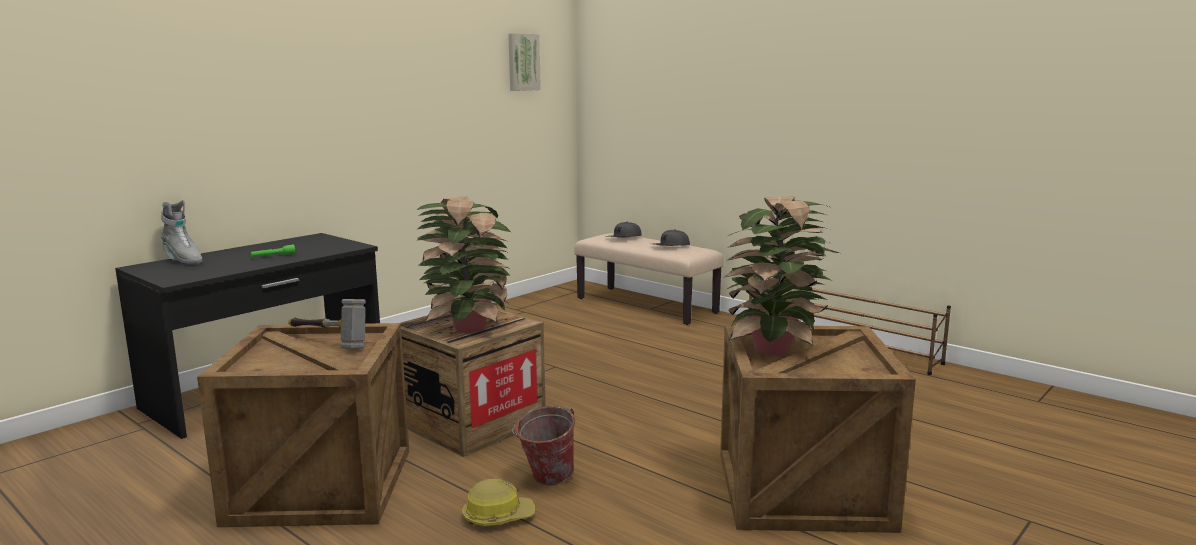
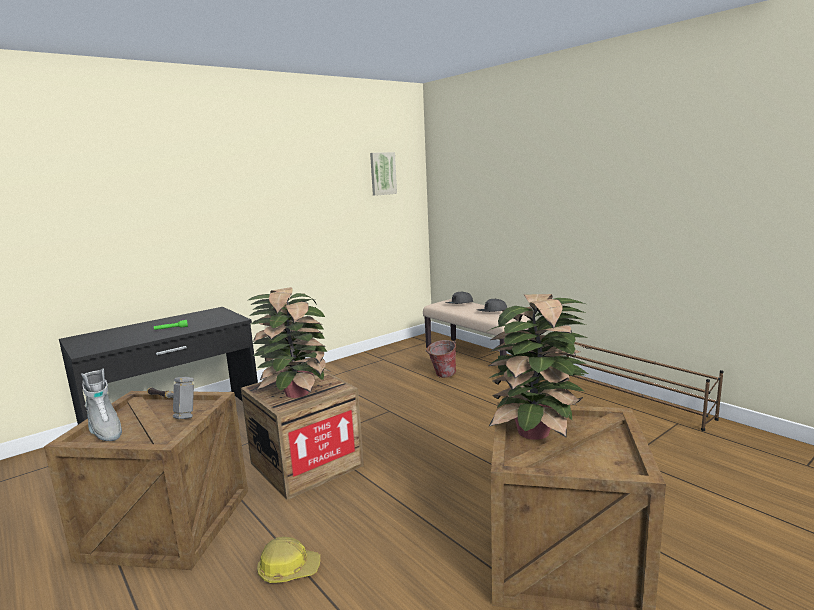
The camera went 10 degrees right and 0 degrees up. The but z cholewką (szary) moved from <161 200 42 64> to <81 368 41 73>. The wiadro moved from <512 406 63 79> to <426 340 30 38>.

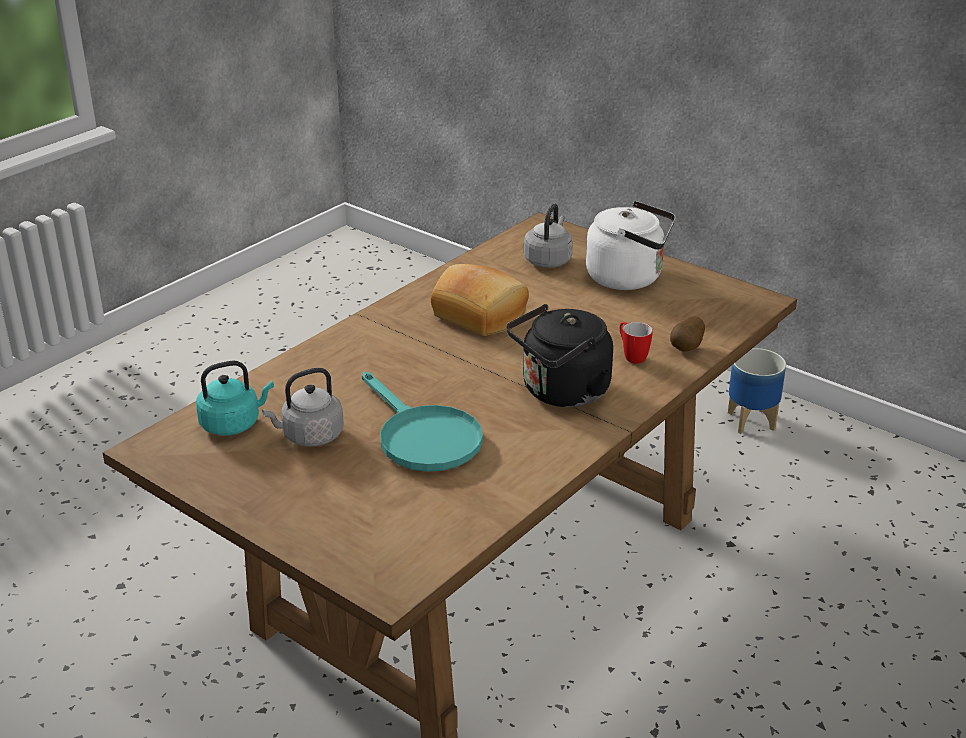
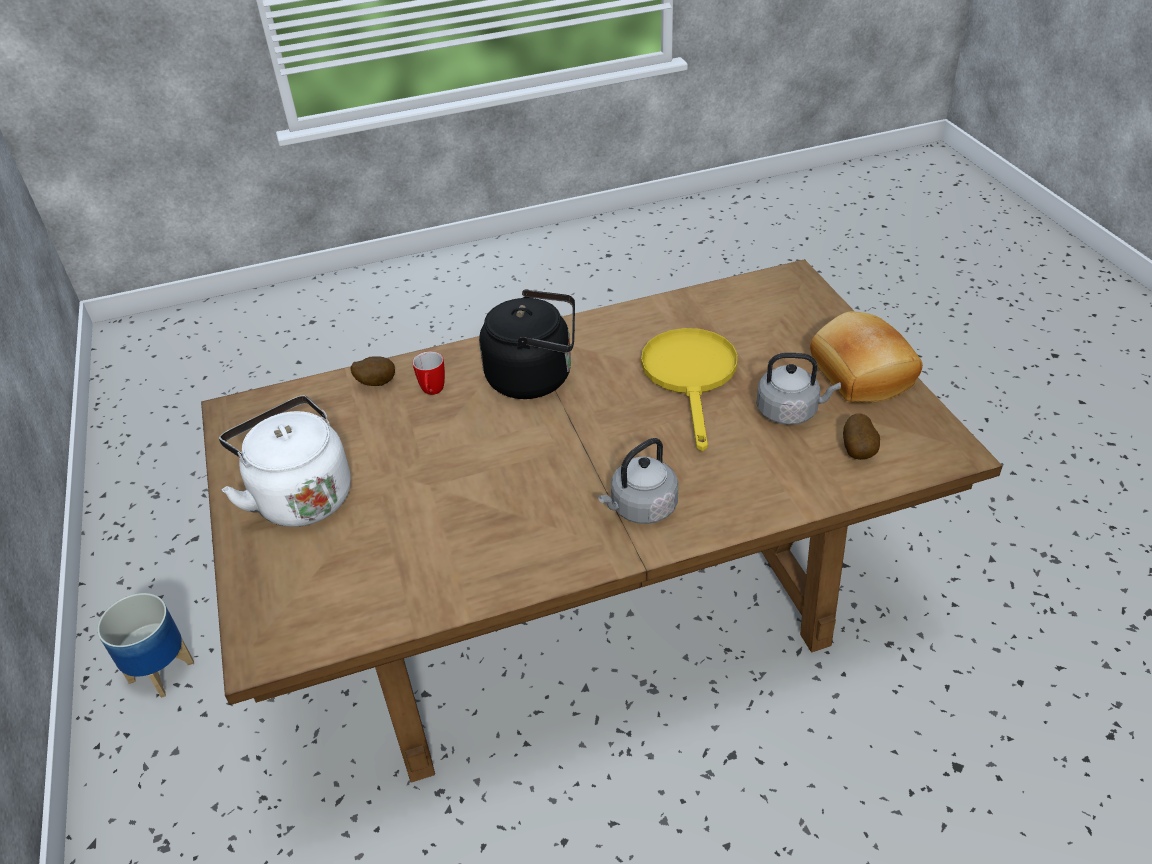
The camera went 145 degrees left and 10 degrees up. The chleb moved from <431 264 98 72> to <810 311 113 92>. The czajnik (szary) moved from <524 203 49 65> to <598 438 80 86>. The czajnik (turkusowy) at <196 361 78 75> was replaced by the ziemniak at <843 413 37 47>. The patelnia (turkusowy) at <362 371 121 101> became the patelnia (żółty) at <641 328 96 123>.

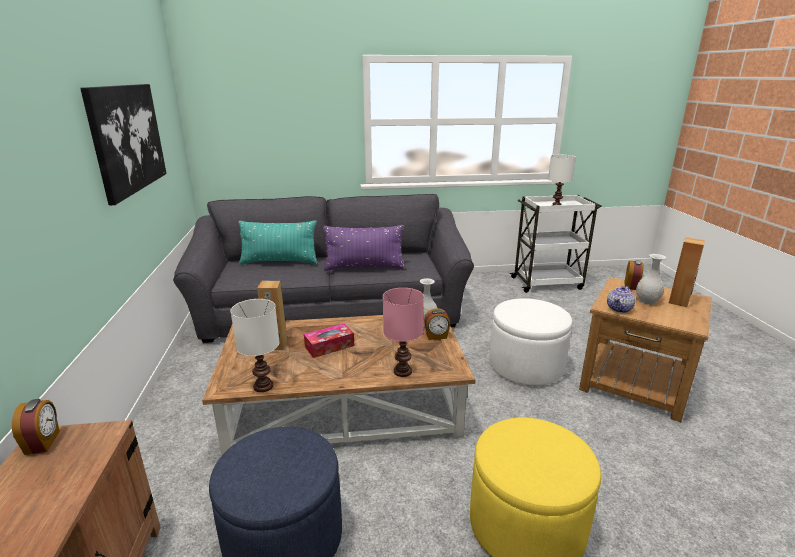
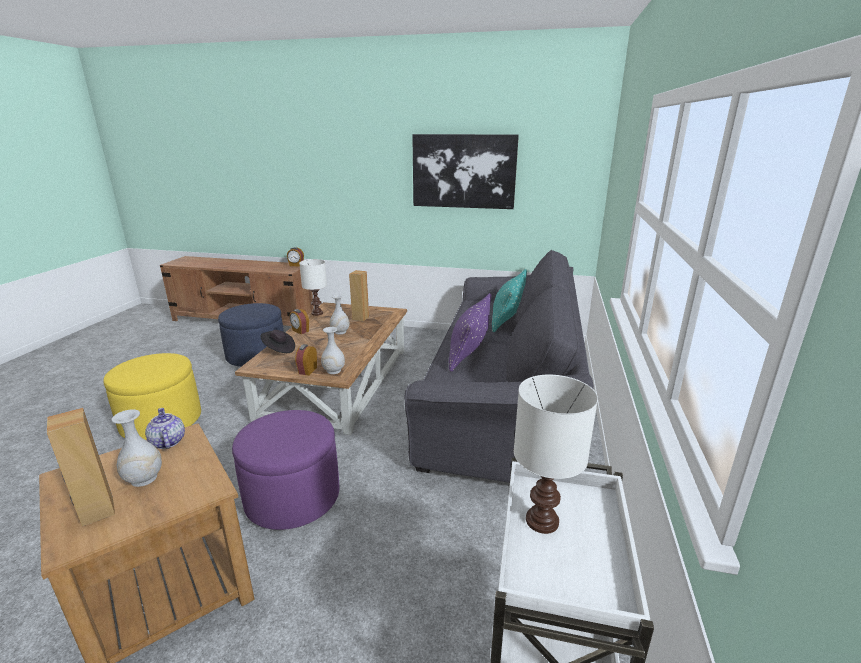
The camera went 110 degrees right and 0 degrees up. The budzik moved from <624 260 19 30> to <290 309 19 25>. The pudełko chusteczek at <304 324 50 34> was replaced by the wazon (biały) at <330 294 20 40>. The lampa stołowa (różowy) at <383 288 41 89> was replaced by the kapelusz (czarny) at <260 330 35 23>. The pufa (biały) at <489 298 83 87> became the pufa (fioletowy) at <232 410 107 120>.

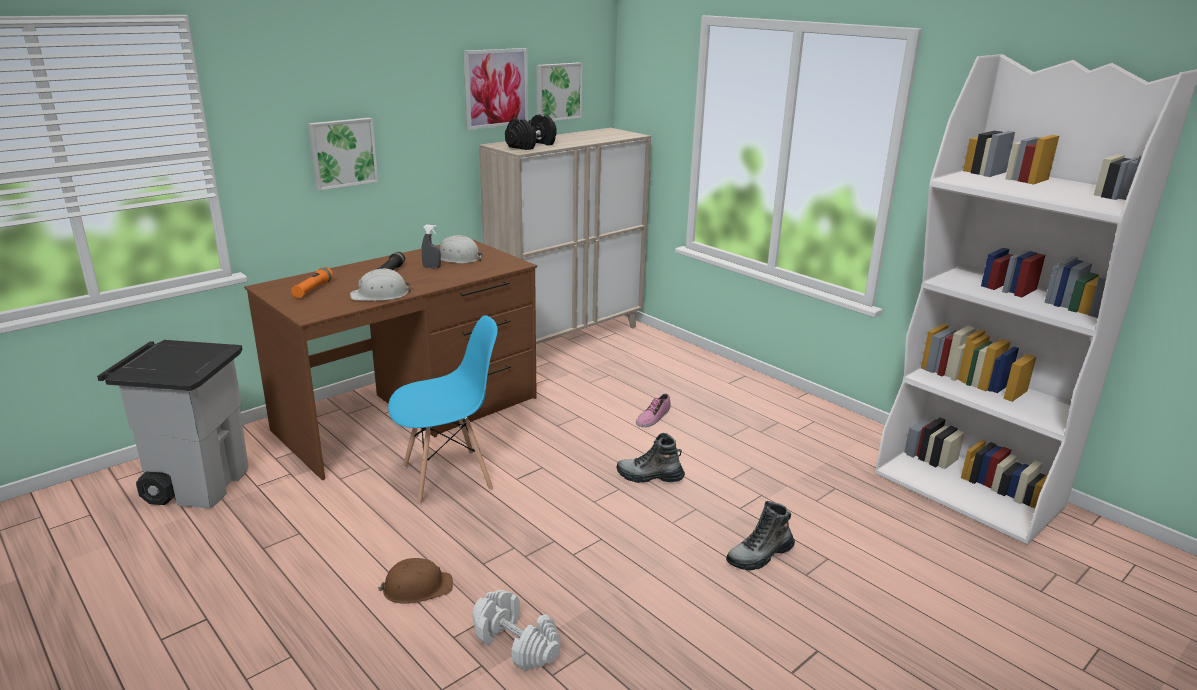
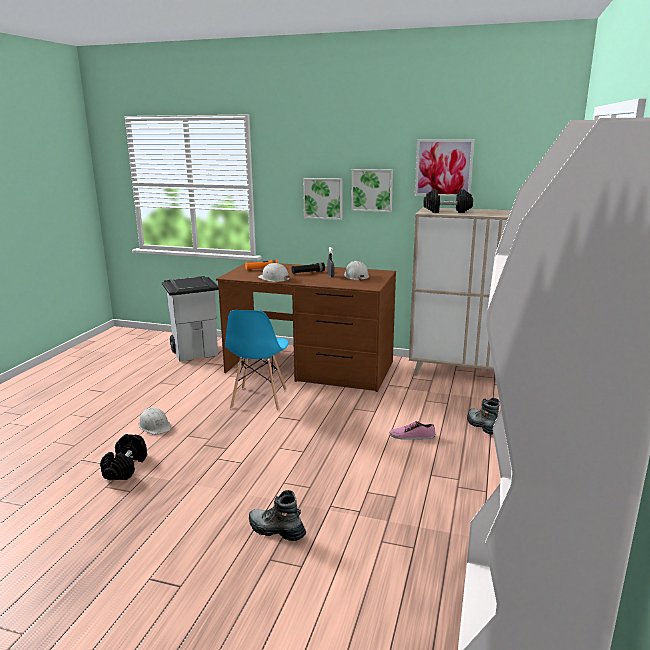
The camera went 60 degrees right and 5 degrees down. The obraz moved from <537 63 46 58> to <351 169 42 43>. The but z cholewką moved from <617 433 68 50> to <467 398 33 37>. The kask (brązowy) at <378 558 75 46> became the kask (biały) at <138 407 33 28>. The hantel (biały) at <472 590 89 81> became the hantel (czarny) at <100 434 47 46>. The krzesło (niebieski) at <388 315 110 190> turned 60 degrees clockwise.

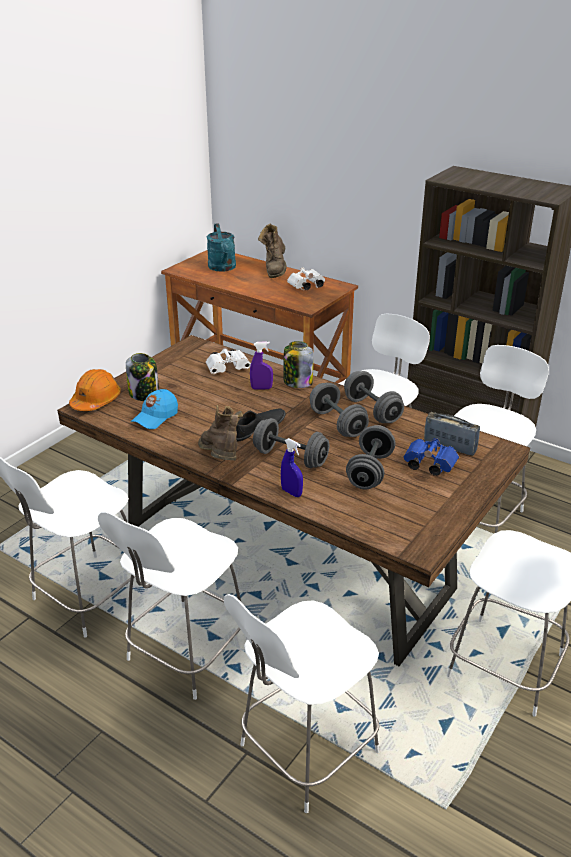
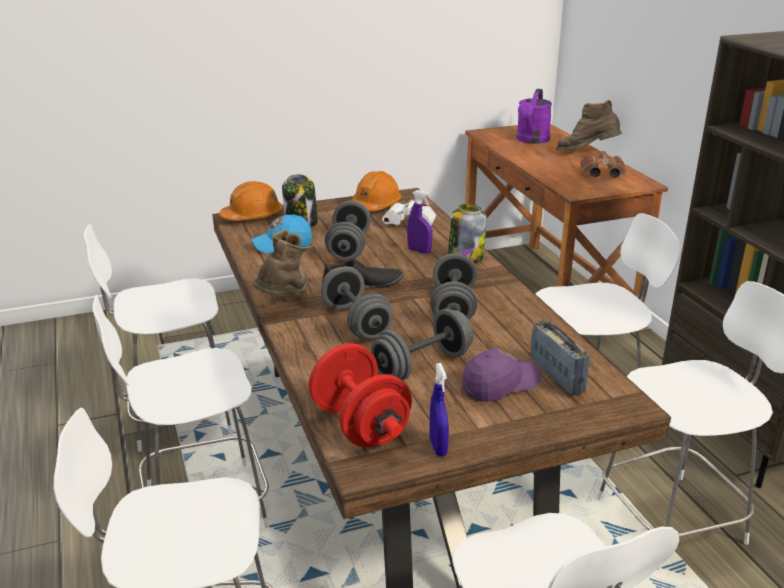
The camera went 35 degrees right and 5 degrees down. The hantel (czerwony) at <309 343 103 104> appeared. The kask (pomarańczowy) at <350 171 52 40> appeared. The spryskiwacz (niebieski) moved from <281 438 22 59> to <429 363 20 93>. The hantel (szary) moved from <344 371 60 52> to <325 201 46 59>. The lornetka (niebieski) at <404 438 55 38> was replaced by the czapka z daszkiem (fioletowy) at <462 349 79 53>. The konewka (turkusowy) at <206 223 30 49> became the konewka (fioletowy) at <516 89 36 55>. The lornetka (biały) at <287 268 38 22> became the lornetka (brązowy) at <580 151 46 28>. The but z cholewką (brązowy) at <258 224 28 54> turned 60 degrees clockwise.

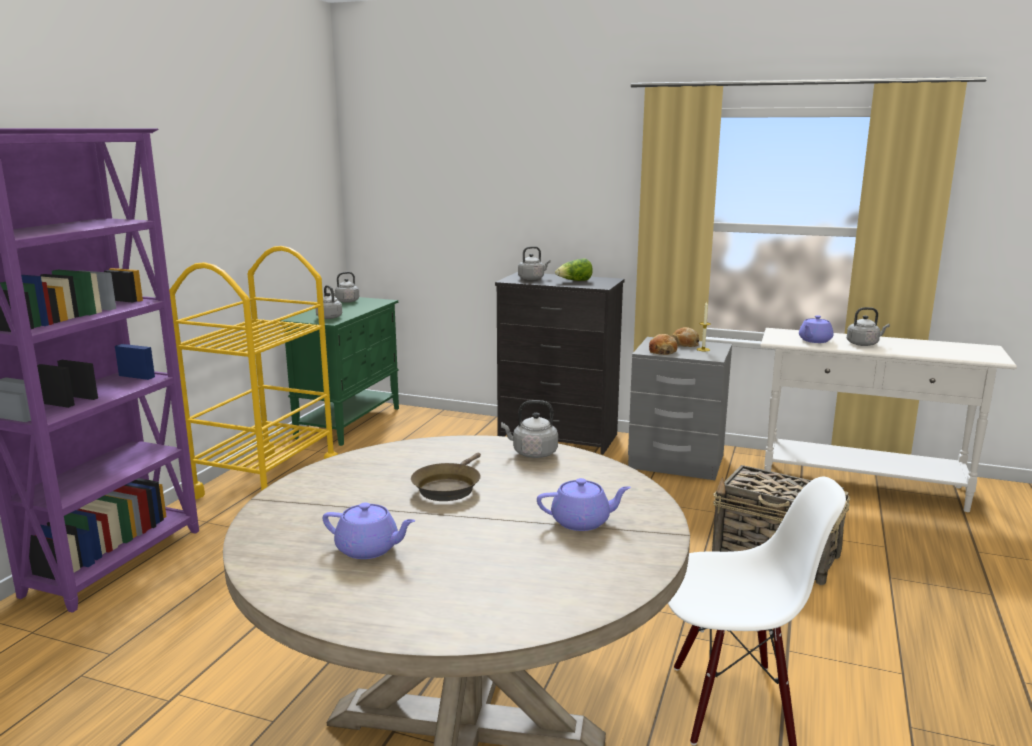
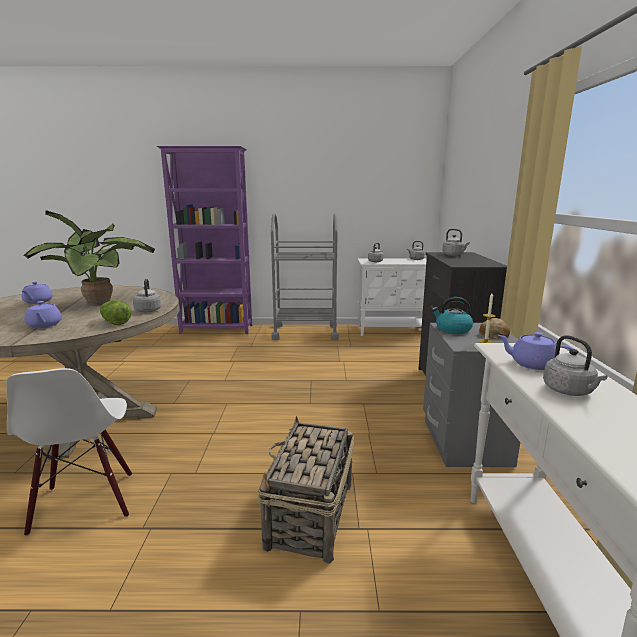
The camera went 70 degrees right and 0 degrees up. The sałata moved from <555 258 38 23> to <100 300 31 25>. The patelnia (brązowy) at <411 452 70 49> was replaced by the roślina doniczkowa at <24 210 131 96>. The chleb at <649 334 29 21> was replaced by the czajnik at <432 297 41 37>. The wózek (żółty) at <169 246 169 253> became the wózek (szary) at <271 213 68 127>. The szafka (zielony) at <281 297 118 149> became the szafka (biały) at <358 258 69 78>.

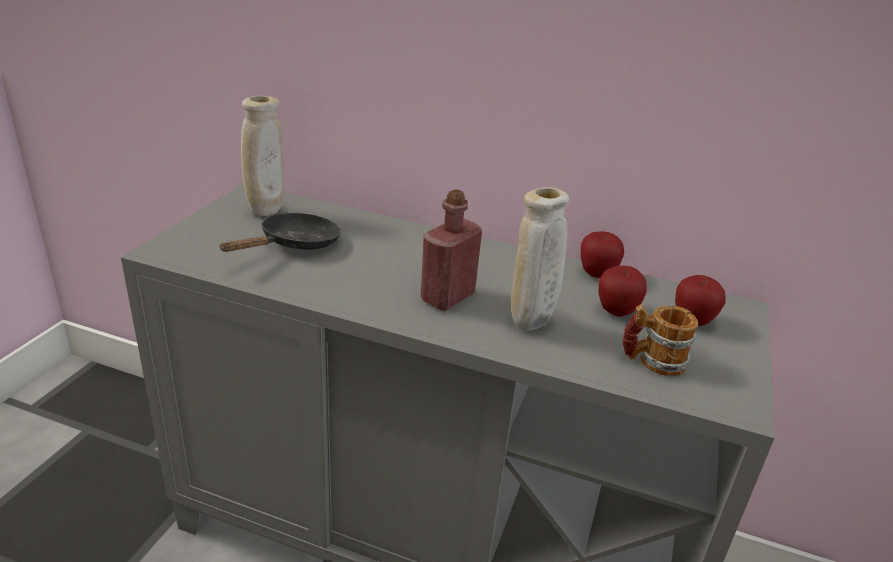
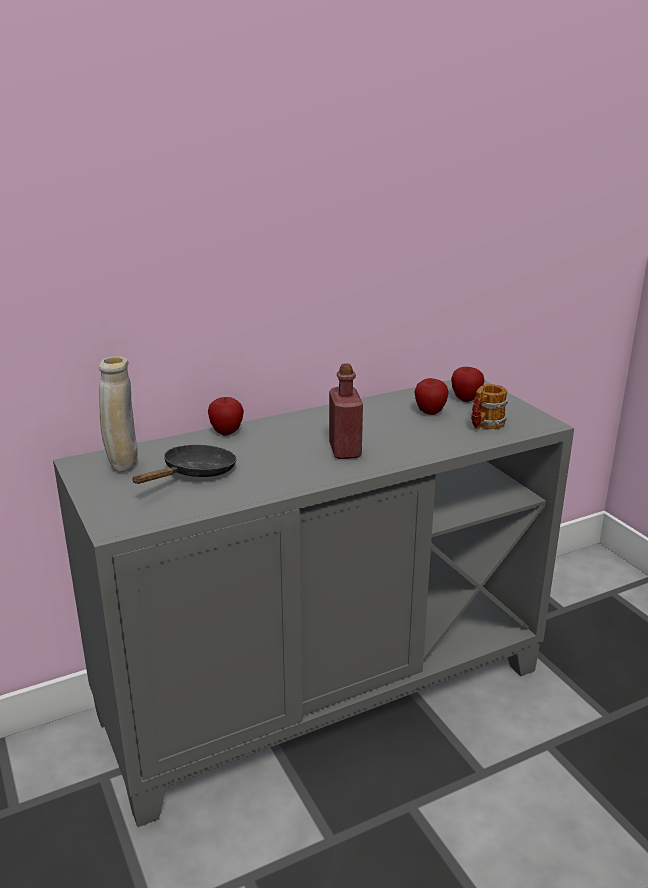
The camera went 45 degrees left and 5 degrees down. The wazon (beżowy) at <511 187 58 144> disappeared. The jabłko moved from <581 231 43 47> to <208 397 36 38>. The patelnia (czarny) at <219 213 122 39> turned 45 degrees clockwise.

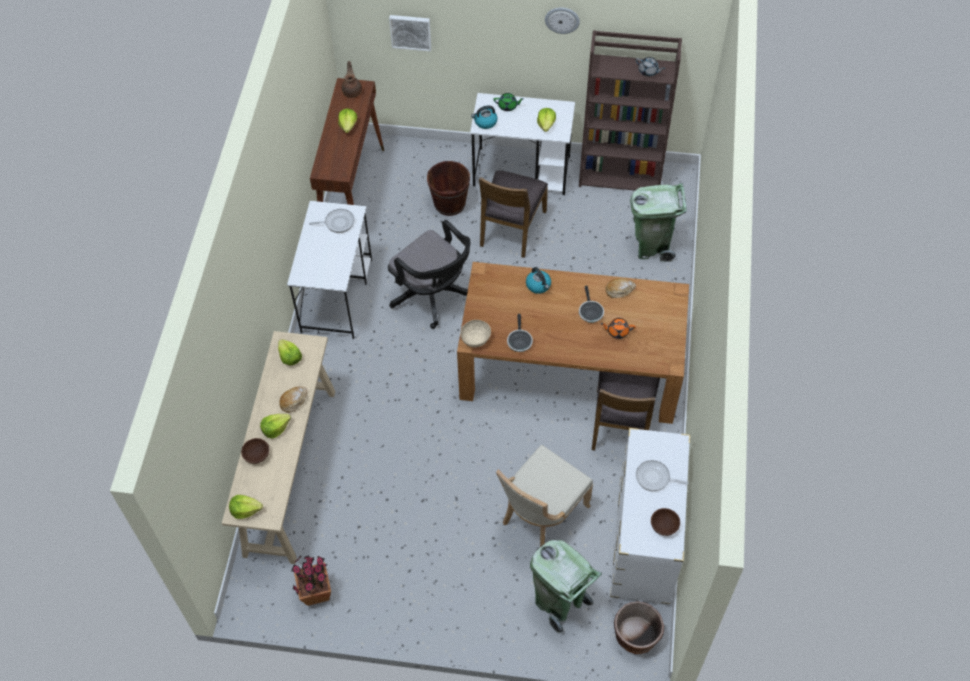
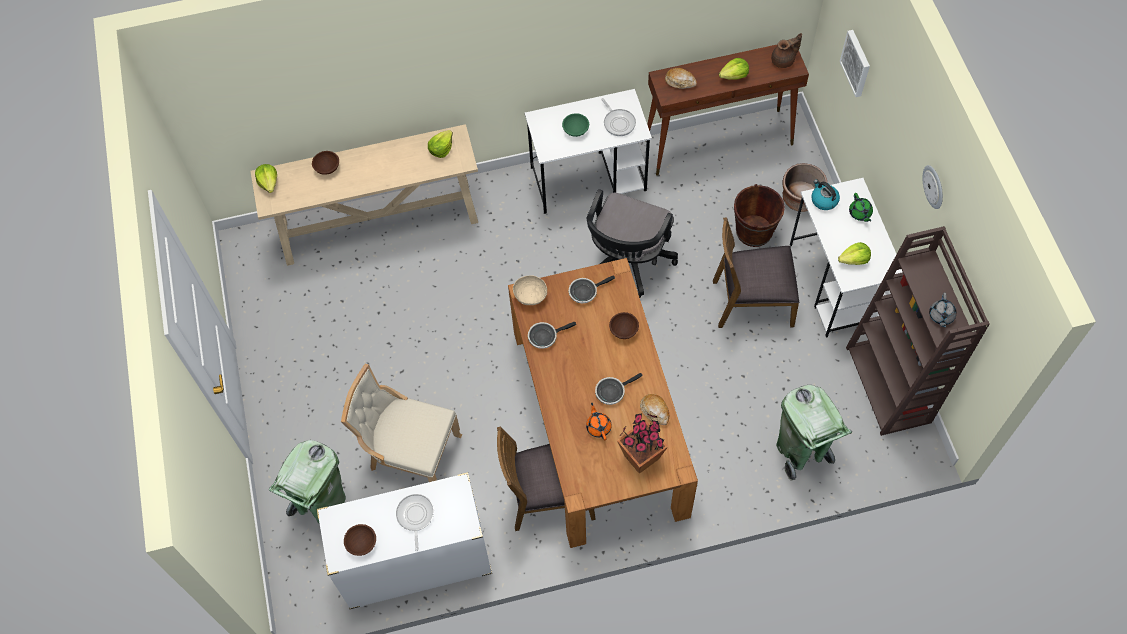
The camera went 70 degrees right and 5 degrees up. The sałata at <260 414 31 25> disappeared. The miska (zielony) at <562 113 27 24> appeared. The patelnia at <569 275 46 28> appeared. The chleb moved from <279 387 29 26> to <665 68 32 21>. The roślina doniczkowa moved from <291 556 40 50> to <617 413 51 61>. The donica (brązowy) moved from <614 601 50 53> to <782 163 45 49>. The czajnik at <526 267 25 27> was replaced by the miska (brązowy) at <609 312 30 27>.

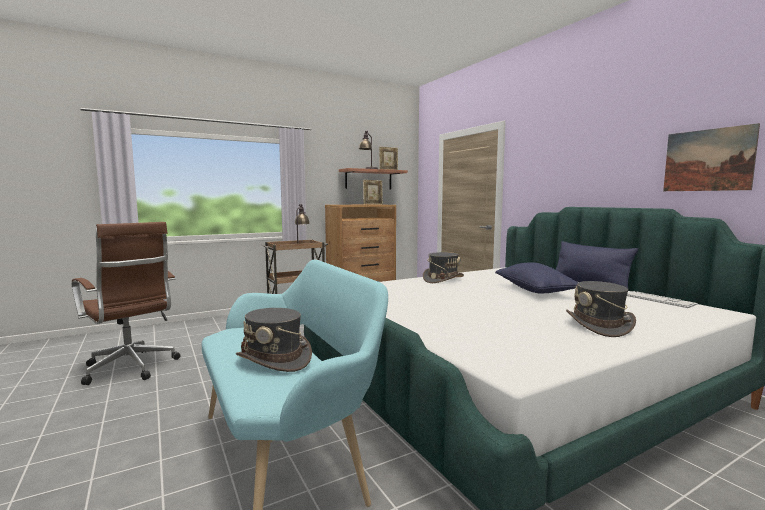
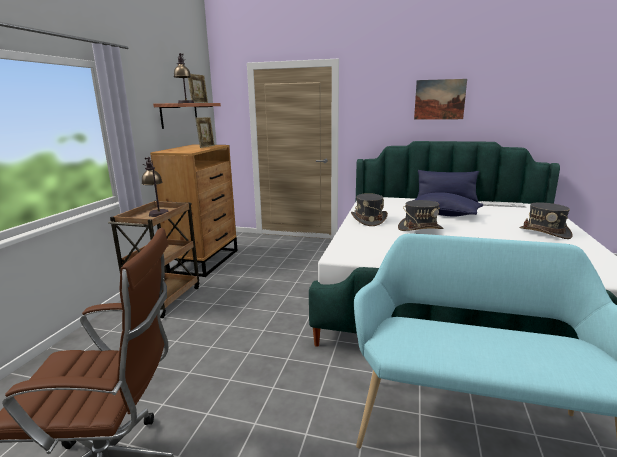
The camera went 45 degrees left and 10 degrees up. The kapelusz (szary) moved from <236 308 76 64> to <398 200 45 31>. The obraz moved from <663 123 97 68> to <414 79 53 41>.

